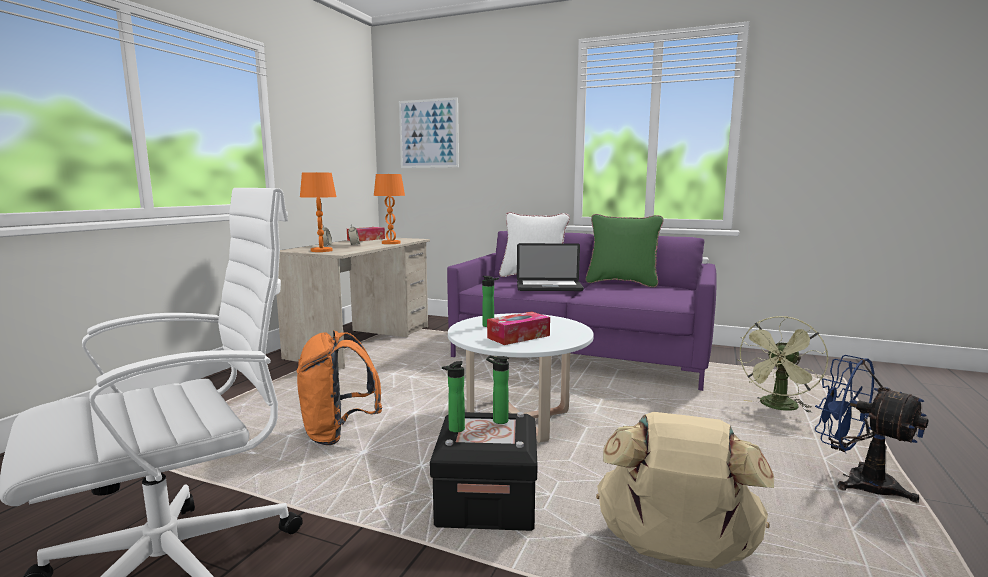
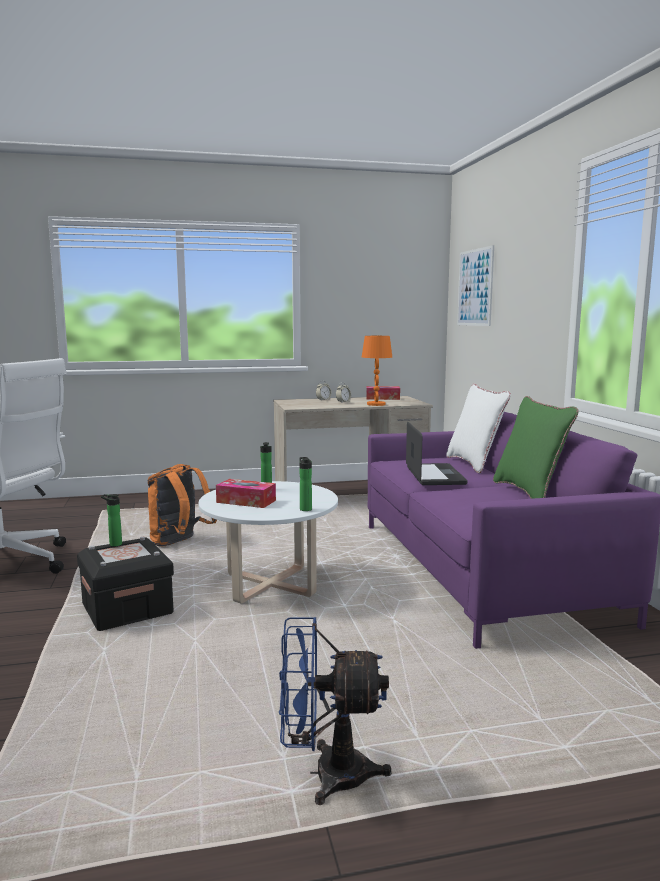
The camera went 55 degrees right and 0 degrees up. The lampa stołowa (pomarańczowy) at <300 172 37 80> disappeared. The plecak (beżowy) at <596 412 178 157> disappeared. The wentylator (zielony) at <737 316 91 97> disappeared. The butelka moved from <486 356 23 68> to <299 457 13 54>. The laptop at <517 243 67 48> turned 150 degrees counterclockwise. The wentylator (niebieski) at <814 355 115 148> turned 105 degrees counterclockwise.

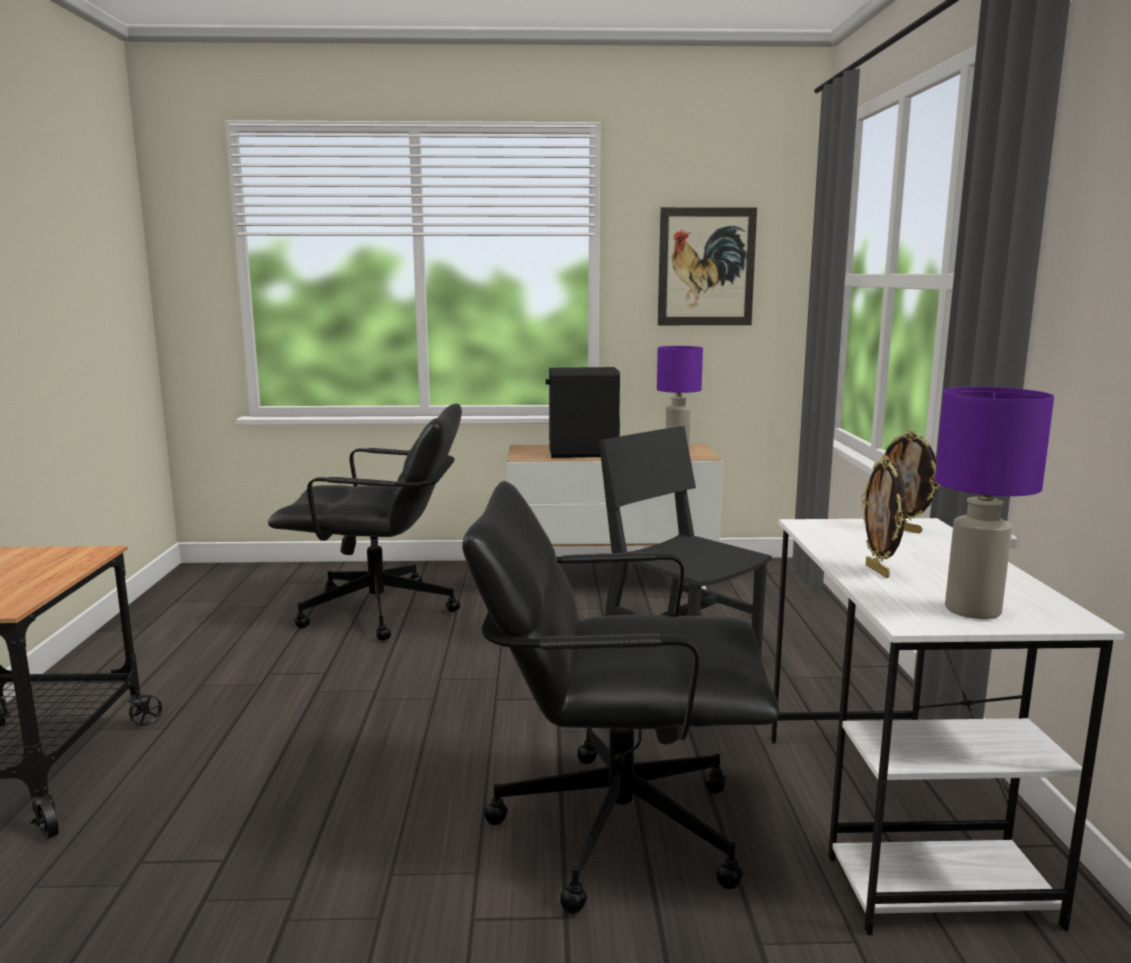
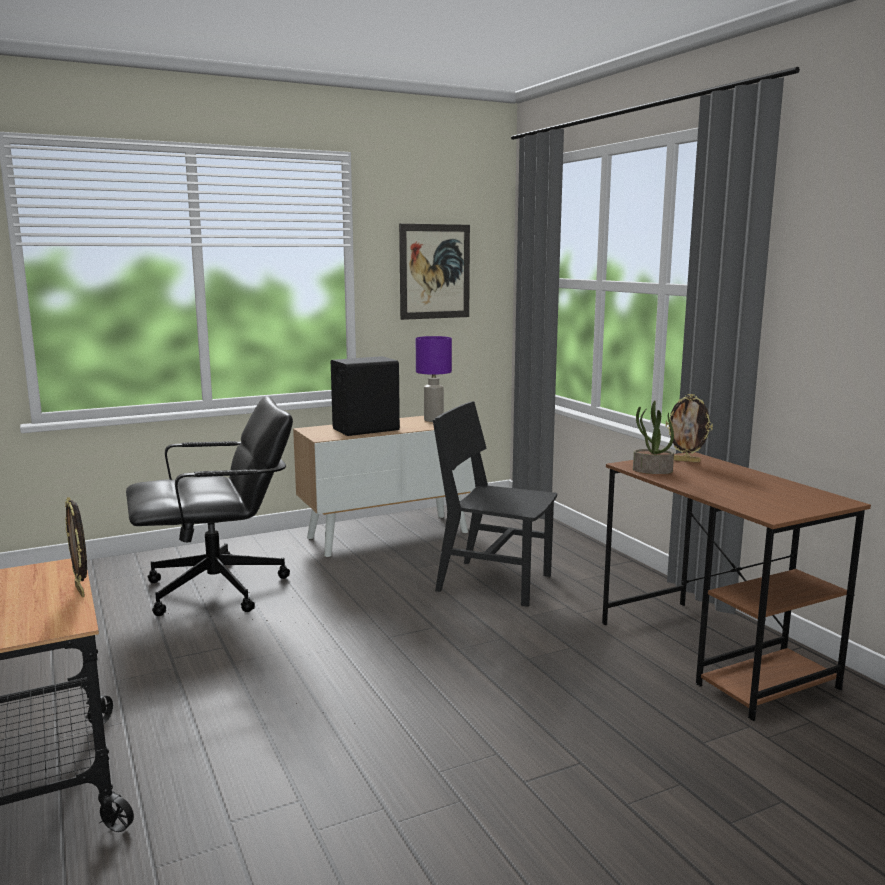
The camera went 25 degrees left and 0 degrees up. The krzesło biurowe (czarny) at <462 481 318 433> disappeared. The lampa stołowa (fioletowy) at <935 387 119 232> disappeared. The roślina doniczkowa at <633 400 41 74> appeared. The ramka na zdjęcie moved from <862 456 44 122> to <65 497 22 100>. The biurko (biały) at <771 518 354 417> became the biurko (brązowy) at <602 452 269 269>.

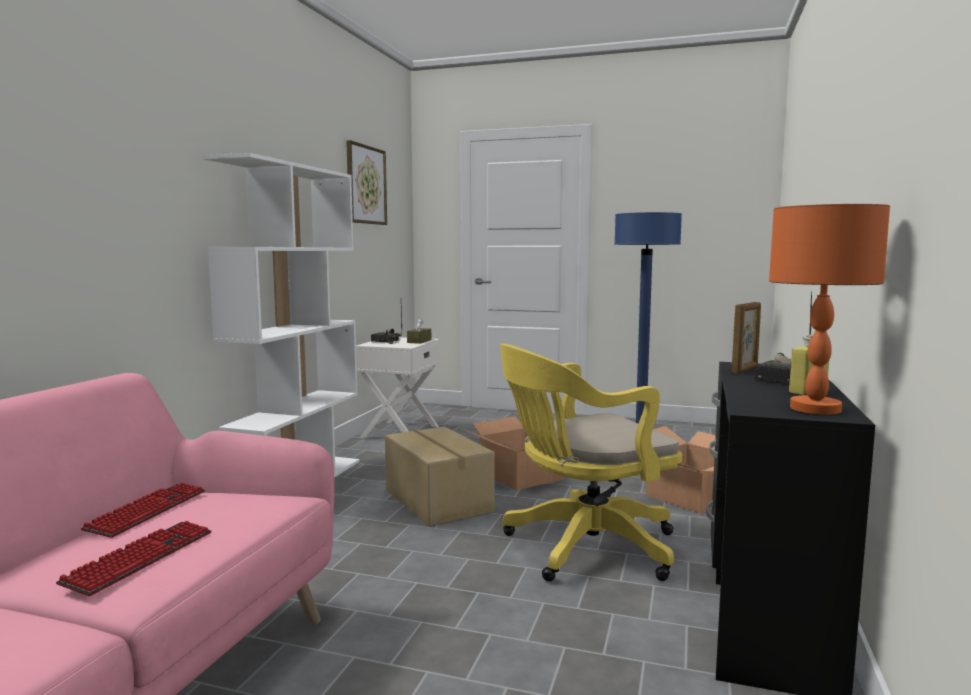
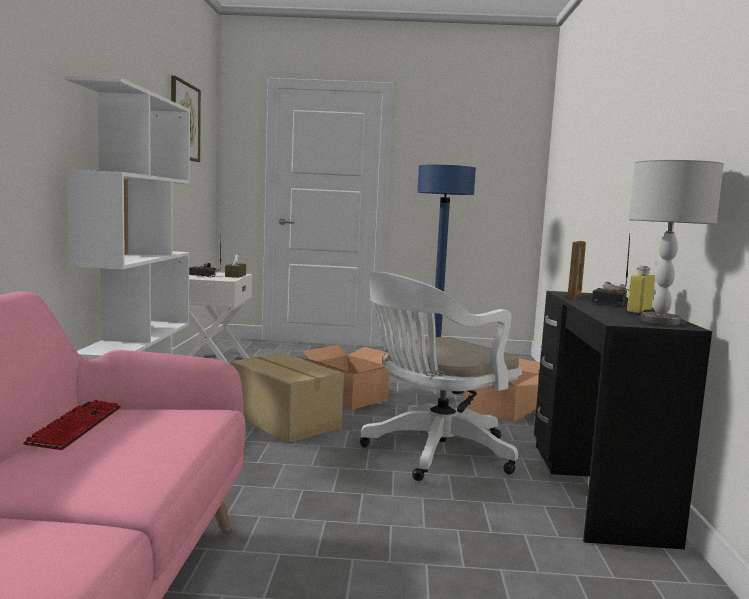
The camera went 15 degrees left and 0 degrees up. The klawiatura at <56 521 156 75> disappeared. The krzesło biurowe (żółty) at <500 344 182 238> became the krzesło biurowe (biały) at <360 272 162 209>. The lampa stołowa (pomarańczowy) at <769 204 121 211> became the lampa stołowa (szary) at <629 160 95 165>.

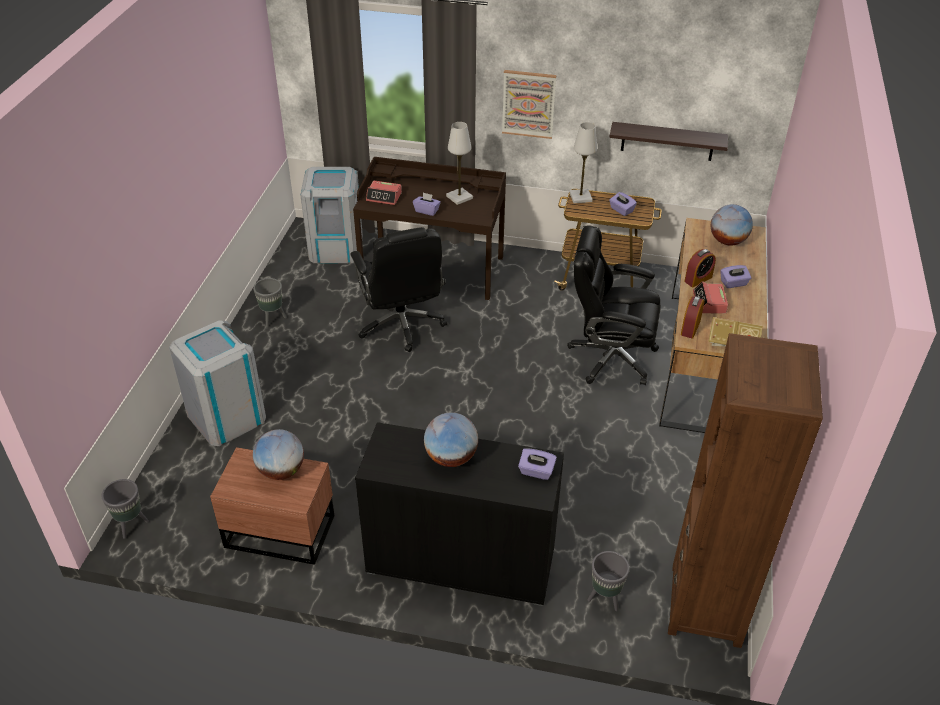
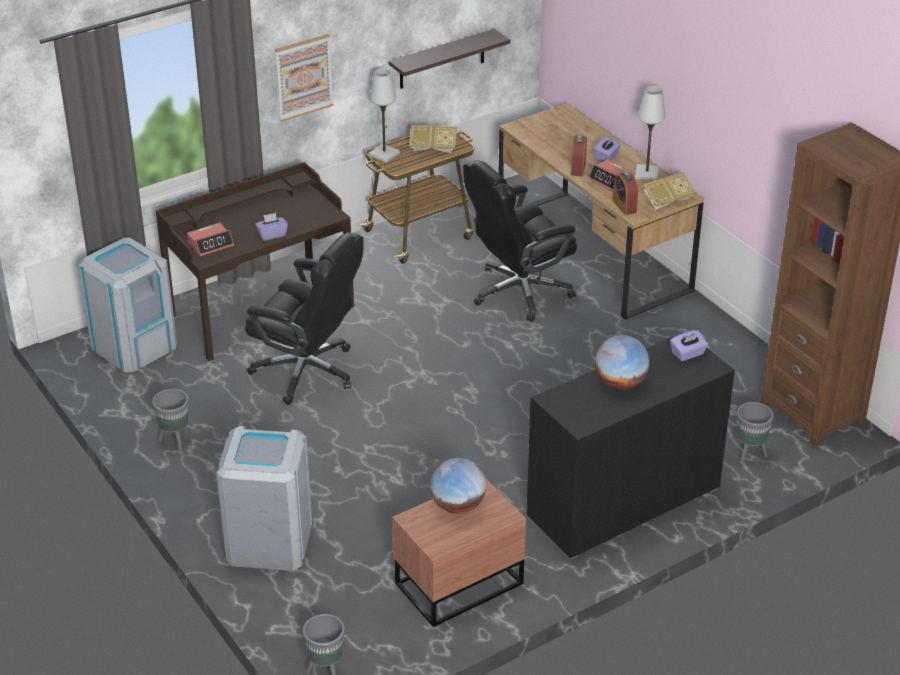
The camera went 45 degrees left and 5 degrees down. The globus at <711 204 42 41> disappeared. The lampa stołowa (biały) moved from <446 122 27 83> to <635 86 30 95>. The pudełko chusteczek (fioletowy) at <609 192 28 24> was replaced by the książka at <409 125 48 28>.

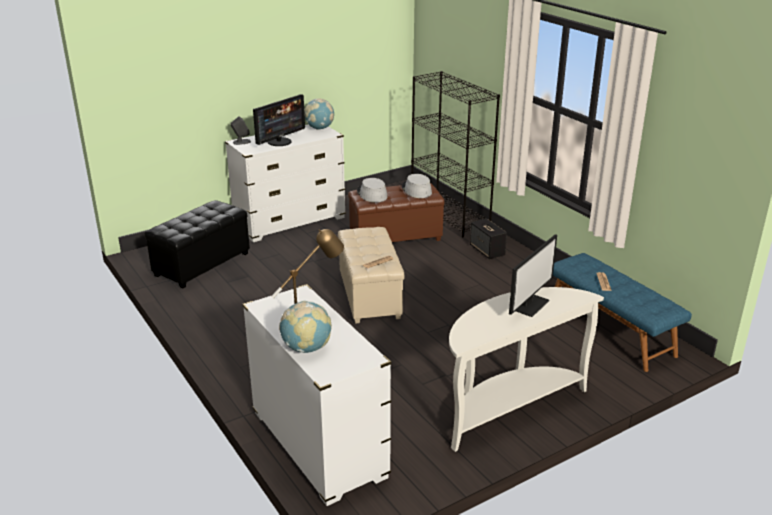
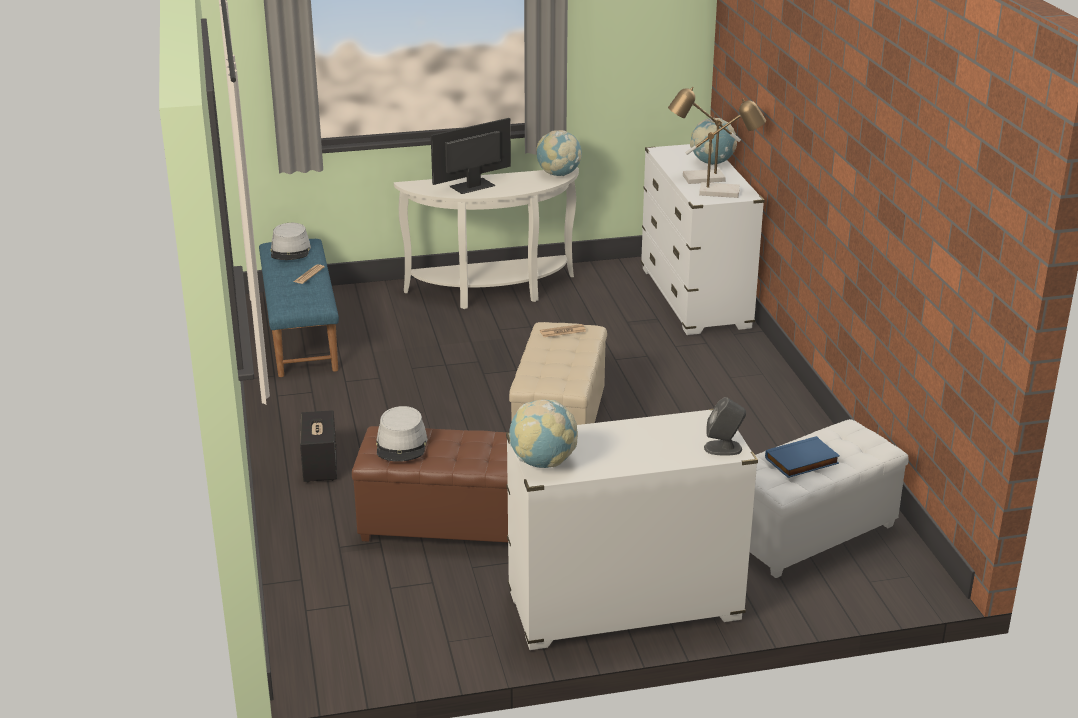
The camera went 160 degrees left and 0 degrees up. The monitor at <253 94 52 52> disappeared. The regał (czarny) at <411 71 89 166> disappeared. The globus at <536 130 46 46> appeared. The lampa stołowa at <685 99 81 99> appeared. The książka (niebieski) at <765 436 75 42> appeared. The kapelusz (szary) moved from <357 178 31 25> to <271 223 40 37>. The pufa (czarny) at <145 200 105 89> became the pufa (biały) at <750 419 159 159>.

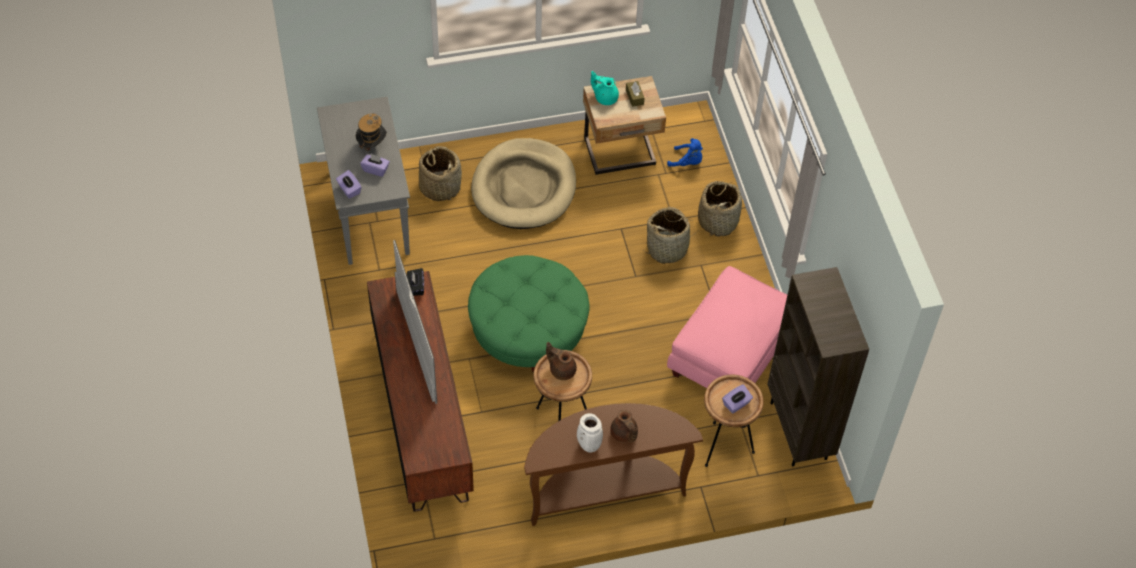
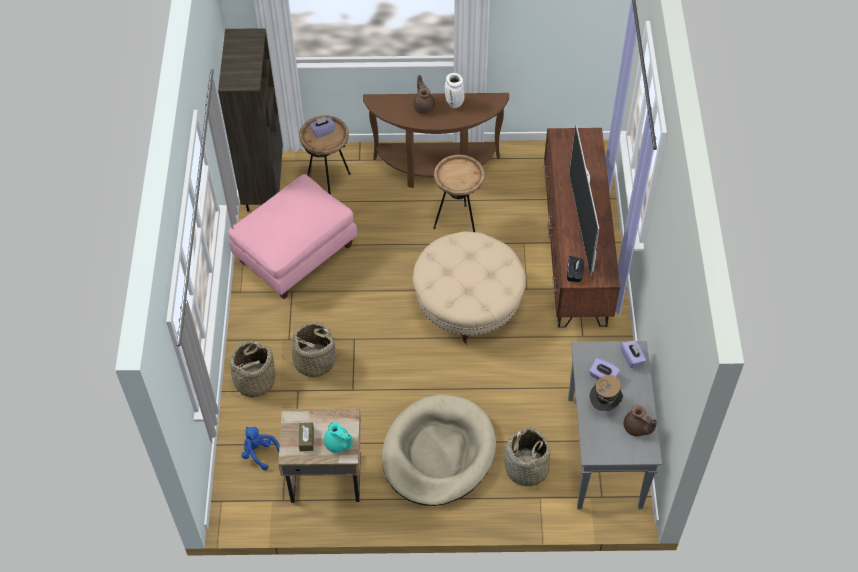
The camera went 165 degrees left and 0 degrees up. The imbryk (brązowy) moved from <546 342 31 38> to <624 405 33 32>. The pufa (zielony) at <468 255 122 118> became the pufa (beżowy) at <413 231 113 114>.

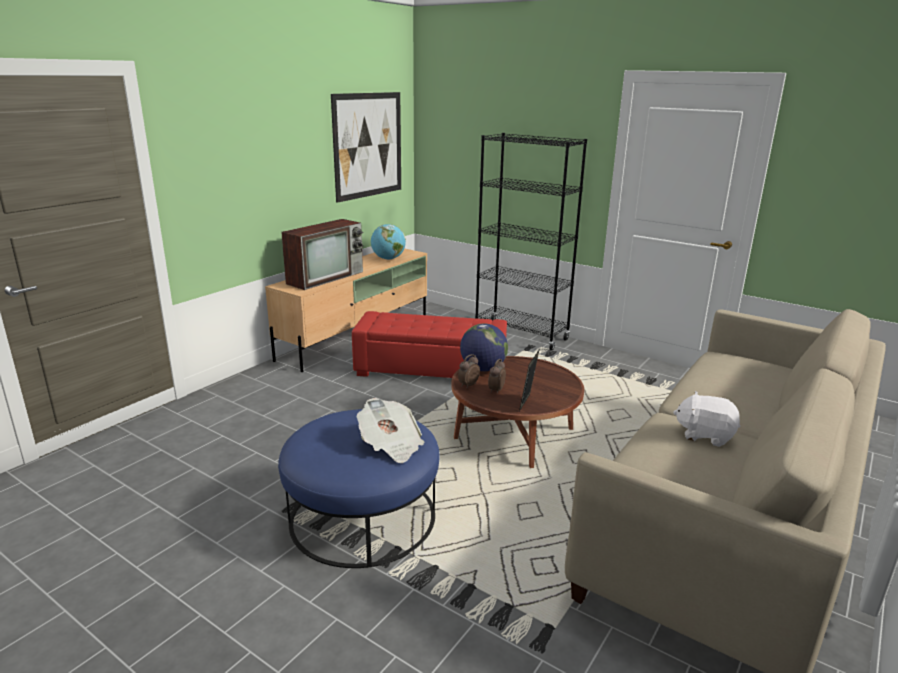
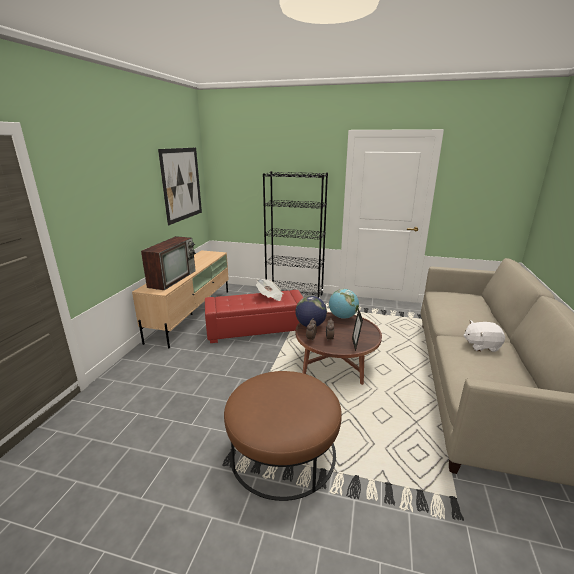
The camera went 20 degrees left and 0 degrees up. The gazeta moved from <357 398 68 65> to <256 279 27 22>. The globus moved from <371 224 35 36> to <329 289 30 30>. The pufa (niebieski) at <278 409 162 159> became the pufa (brązowy) at <224 371 118 130>.

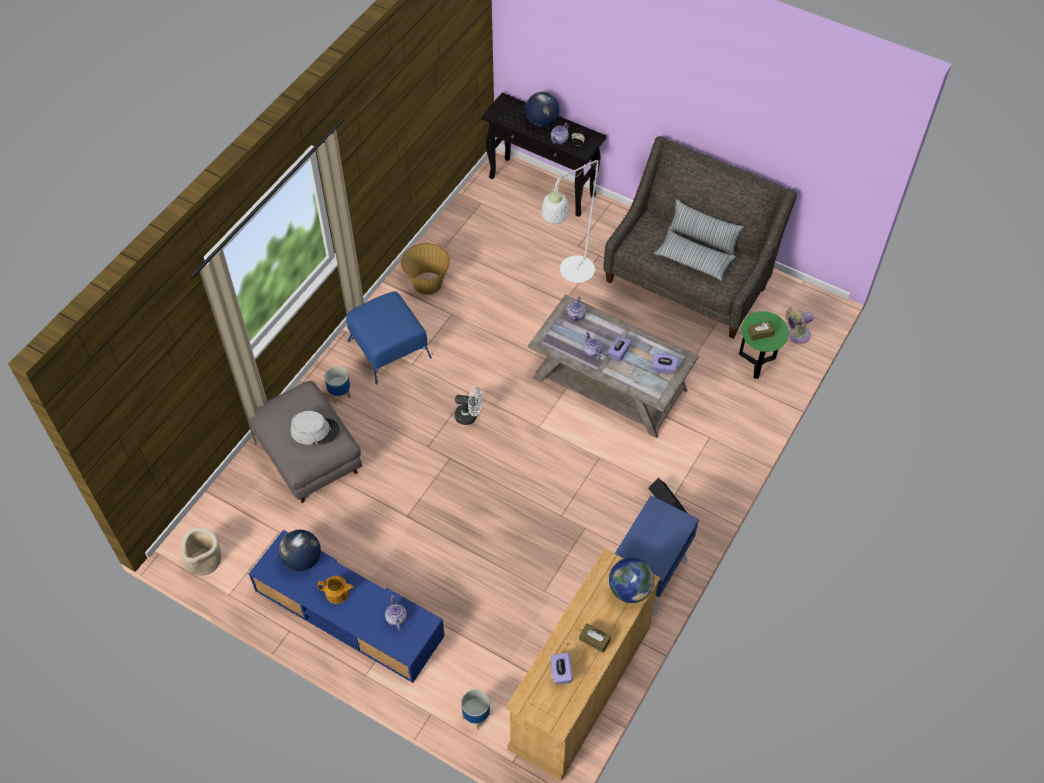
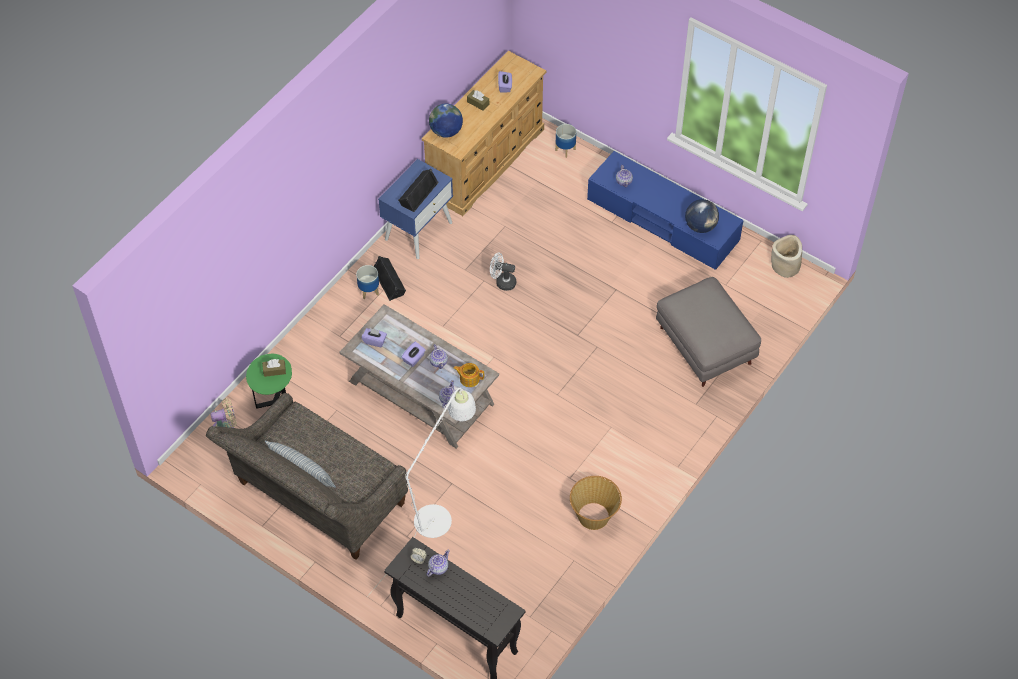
The camera went 175 degrees left and 0 degrees up. The kapelusz (szary) at <290 411 50 34> disappeared. The pufa (niebieski) at <346 291 86 94> disappeared. The globus at <525 92 35 35> disappeared. The poduszka at <654 230 82 50> disappeared. The głośnik (czarny) at <398 169 41 43> appeared. The imbryk moved from <318 576 36 28> to <453 363 31 24>. The donica moved from <324 366 27 38> to <356 265 23 34>. The wentylator (biały) moved from <455 387 28 38> to <490 253 26 38>.

